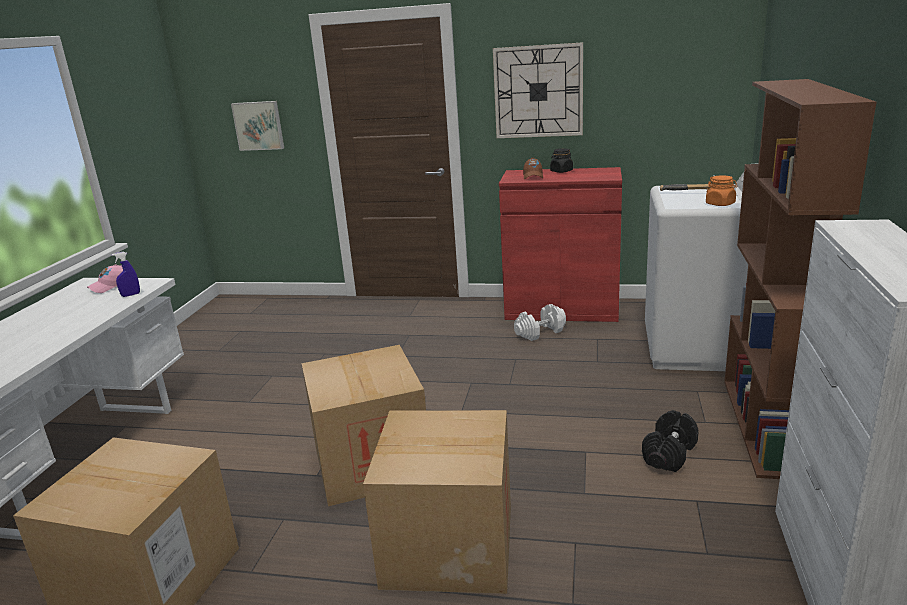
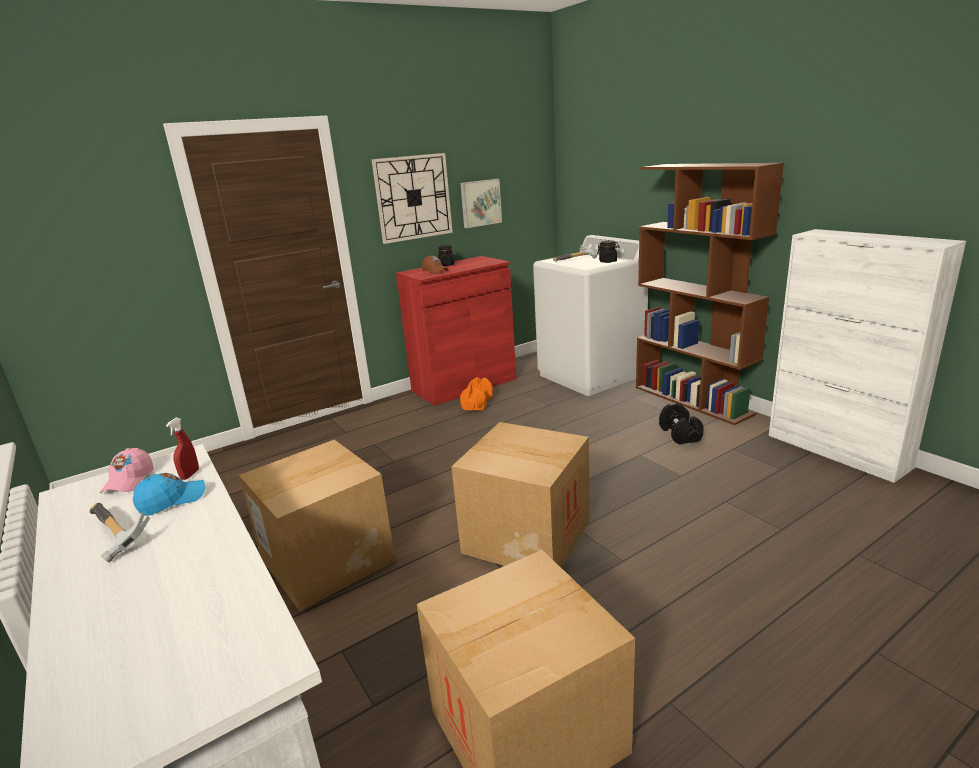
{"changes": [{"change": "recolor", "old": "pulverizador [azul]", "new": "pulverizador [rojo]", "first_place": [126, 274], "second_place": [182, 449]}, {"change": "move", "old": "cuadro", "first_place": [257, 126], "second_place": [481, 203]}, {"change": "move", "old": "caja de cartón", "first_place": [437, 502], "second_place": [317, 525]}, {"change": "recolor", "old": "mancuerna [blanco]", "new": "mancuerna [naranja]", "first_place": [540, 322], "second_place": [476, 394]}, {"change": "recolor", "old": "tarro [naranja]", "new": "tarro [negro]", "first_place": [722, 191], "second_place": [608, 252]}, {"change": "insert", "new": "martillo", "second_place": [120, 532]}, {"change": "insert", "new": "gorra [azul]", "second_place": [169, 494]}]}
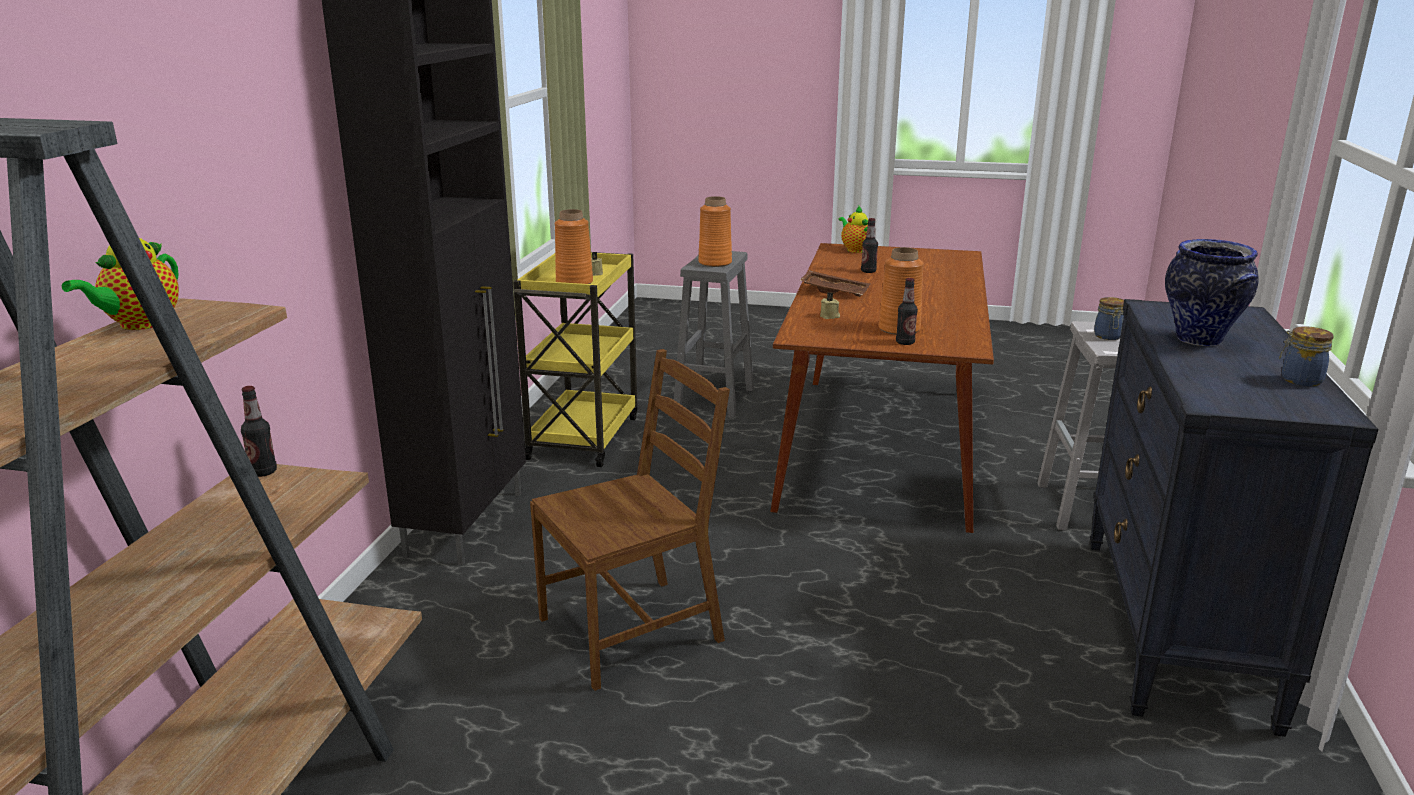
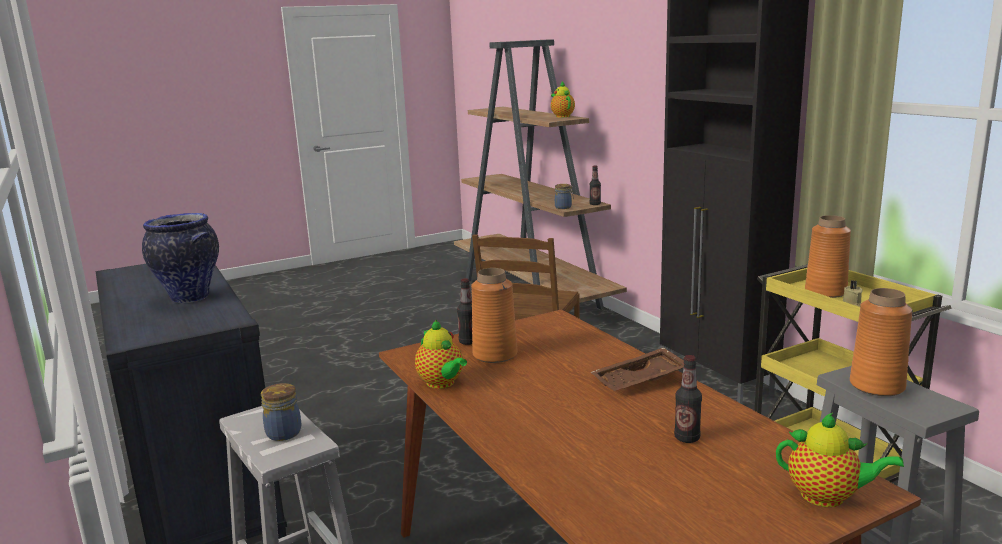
{"changes": [{"change": "delete", "old": "vela [beis]", "first_place": [830, 305]}, {"change": "move", "old": "tarro", "first_place": [1306, 356], "second_place": [564, 196]}, {"change": "insert", "new": "tetera", "second_place": [441, 354]}]}
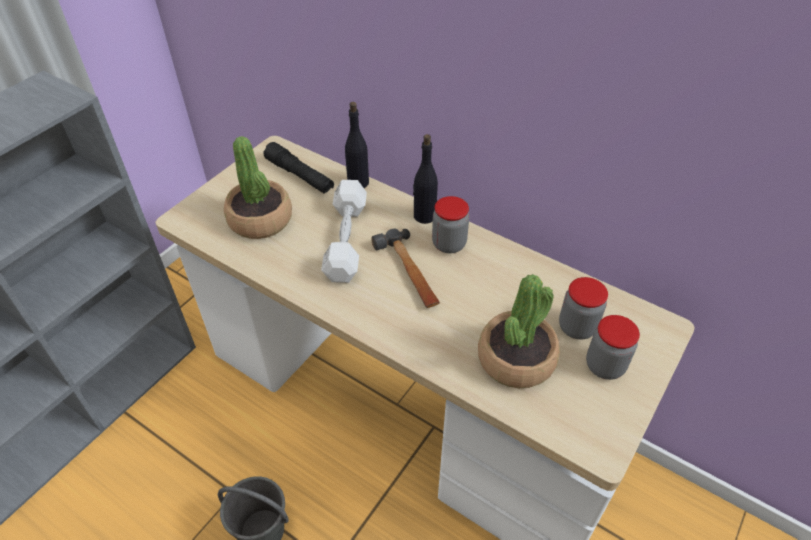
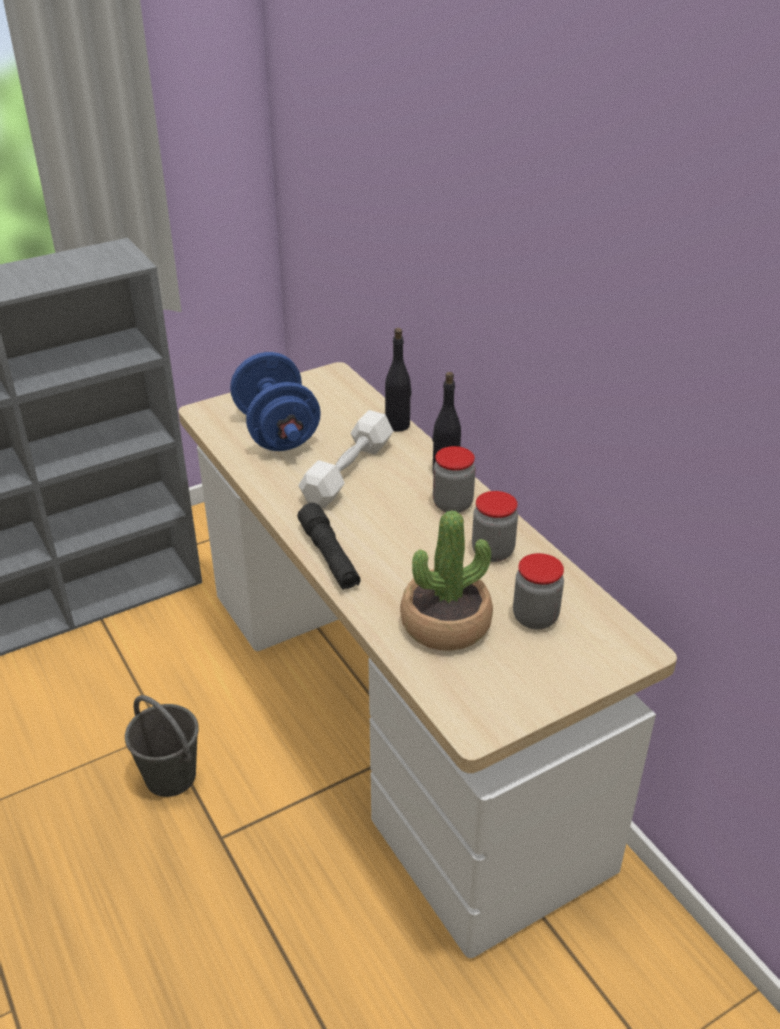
{"changes": [{"change": "replace", "old": "planta en maceta", "new": "mancuerna [azul]", "first_place": [258, 187], "second_place": [275, 401]}, {"change": "move", "old": "linterna [negro]", "first_place": [298, 168], "second_place": [329, 546]}, {"change": "delete", "old": "martillo", "first_place": [405, 268]}, {"change": "move", "old": "tarro", "first_place": [613, 347], "second_place": [495, 526]}]}
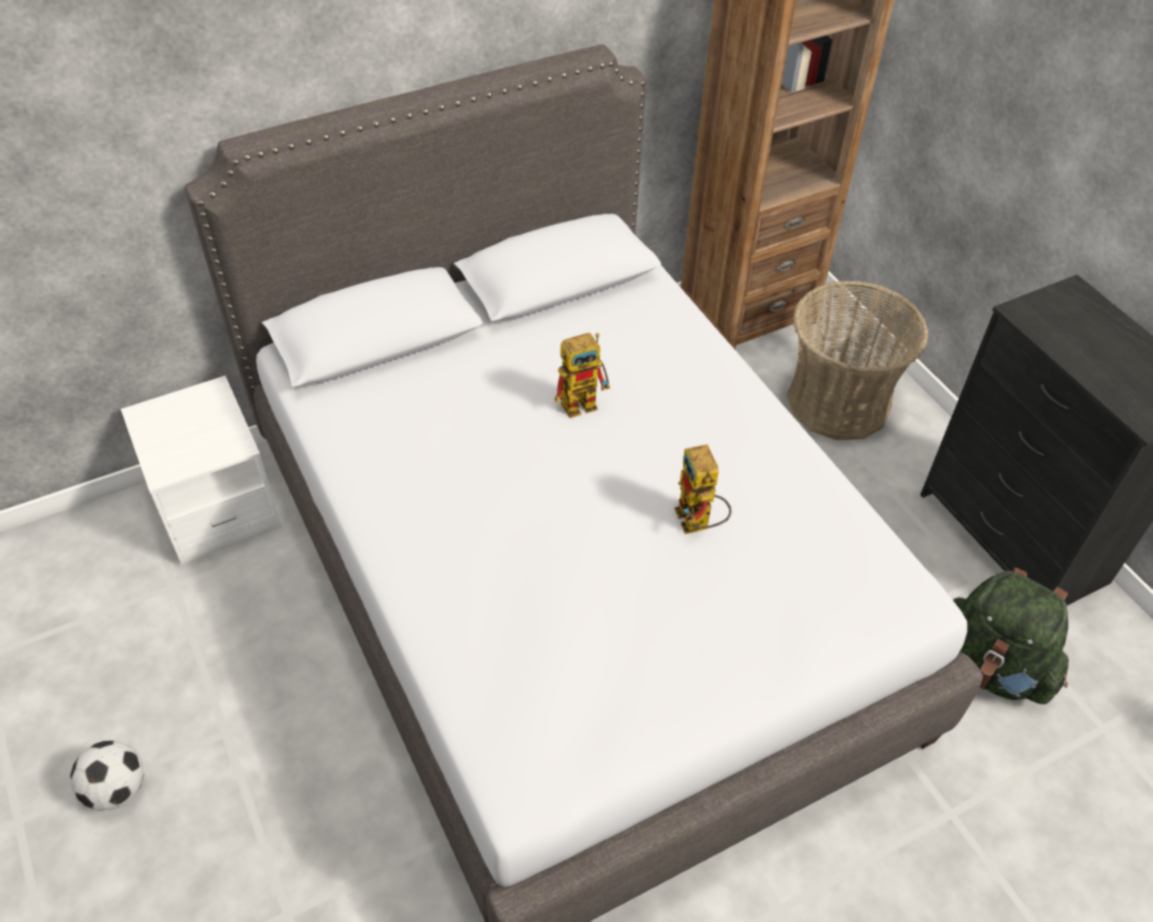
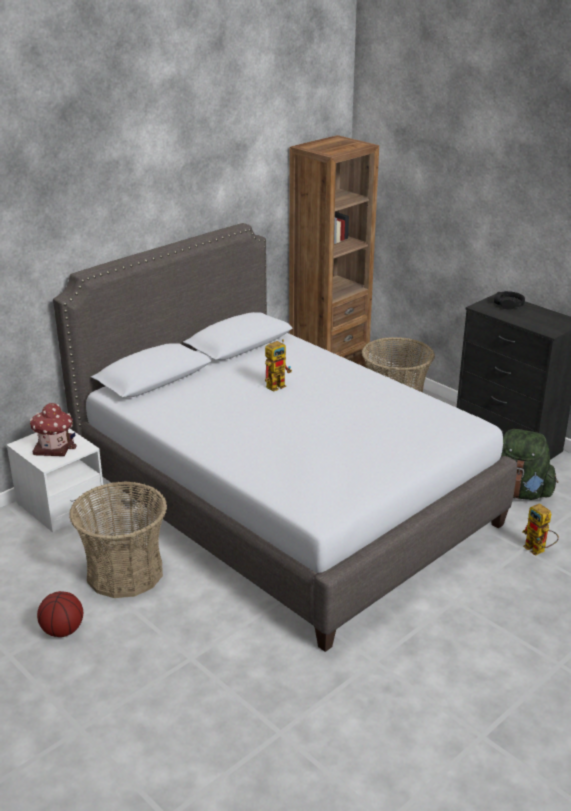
{"changes": [{"change": "replace", "old": "balón de fútbol", "new": "balón de baloncesto", "first_place": [107, 775], "second_place": [60, 614]}, {"change": "move", "old": "robot de juguete", "first_place": [702, 489], "second_place": [541, 529]}, {"change": "insert", "new": "casita", "second_place": [53, 429]}, {"change": "insert", "new": "cesta", "second_place": [118, 540]}, {"change": "insert", "new": "auriculares [negro]", "second_place": [509, 300]}]}
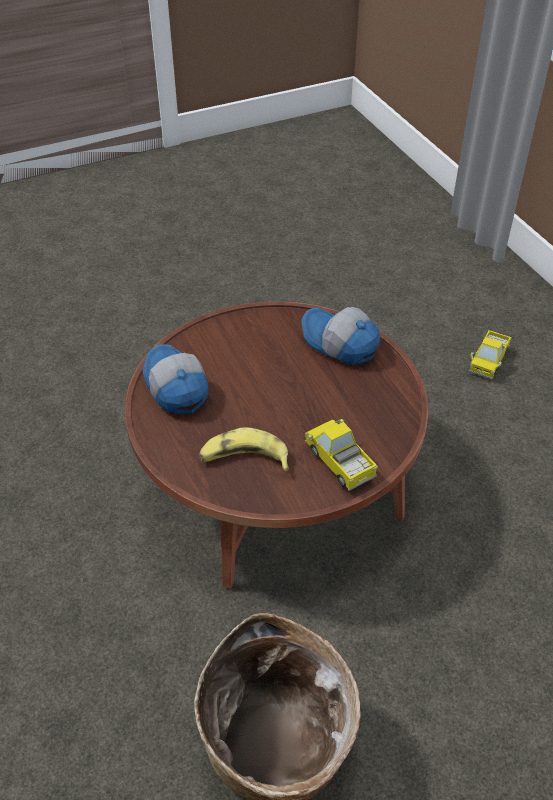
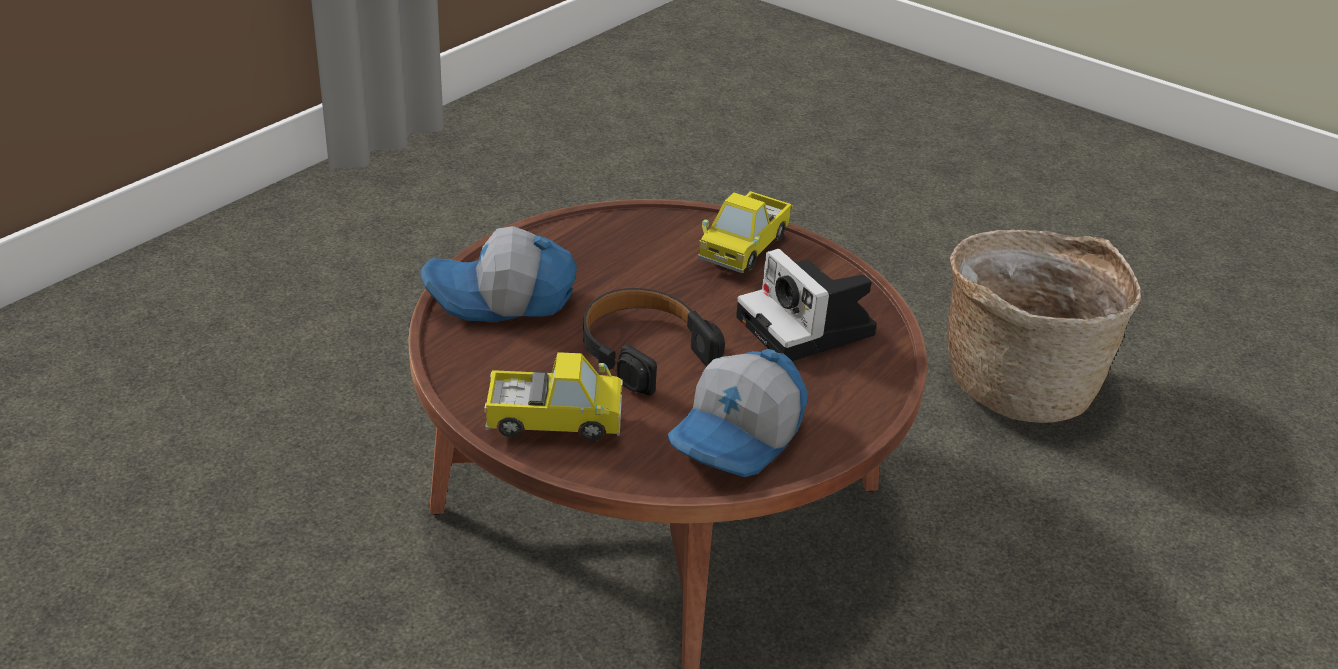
{"changes": [{"change": "replace", "old": "plátano", "new": "cámara", "first_place": [244, 449], "second_place": [806, 305]}, {"change": "rotate", "old": "gorra", "first_place": [340, 336], "second_place": [498, 274], "degrees": 75}, {"change": "move", "old": "camión de juguete", "first_place": [490, 355], "second_place": [553, 396]}, {"change": "insert", "new": "auriculares [negro]", "second_place": [654, 342]}]}
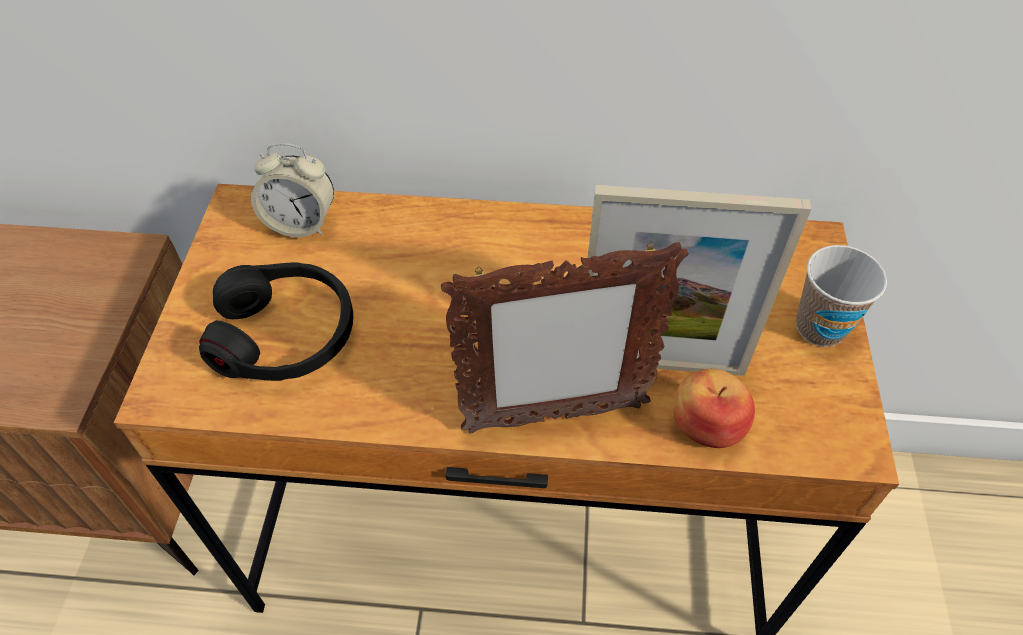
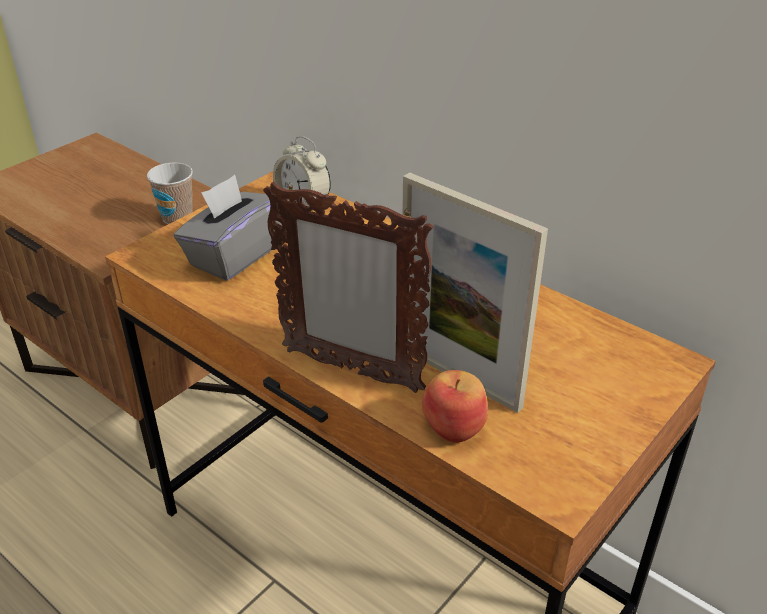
{"changes": [{"change": "replace", "old": "auriculares [negro]", "new": "caja de pañuelos [gris]", "first_place": [276, 321], "second_place": [228, 228]}, {"change": "move", "old": "taza", "first_place": [841, 296], "second_place": [170, 193]}]}
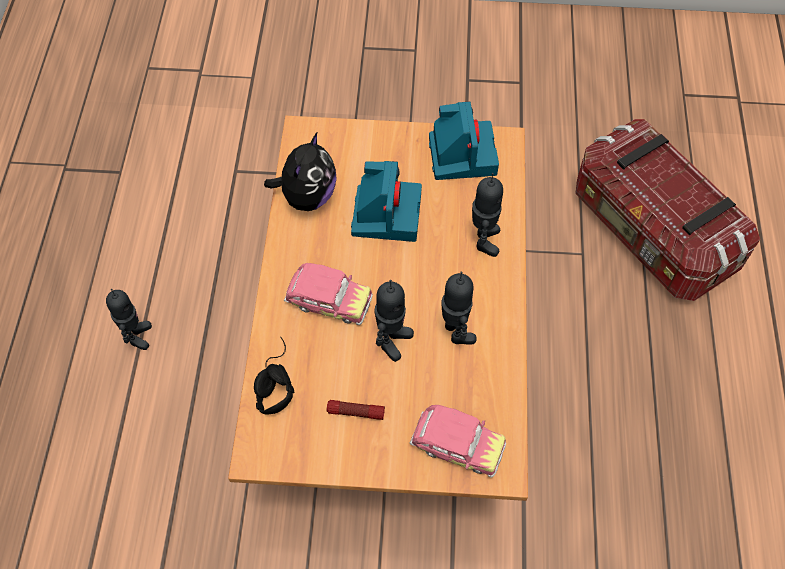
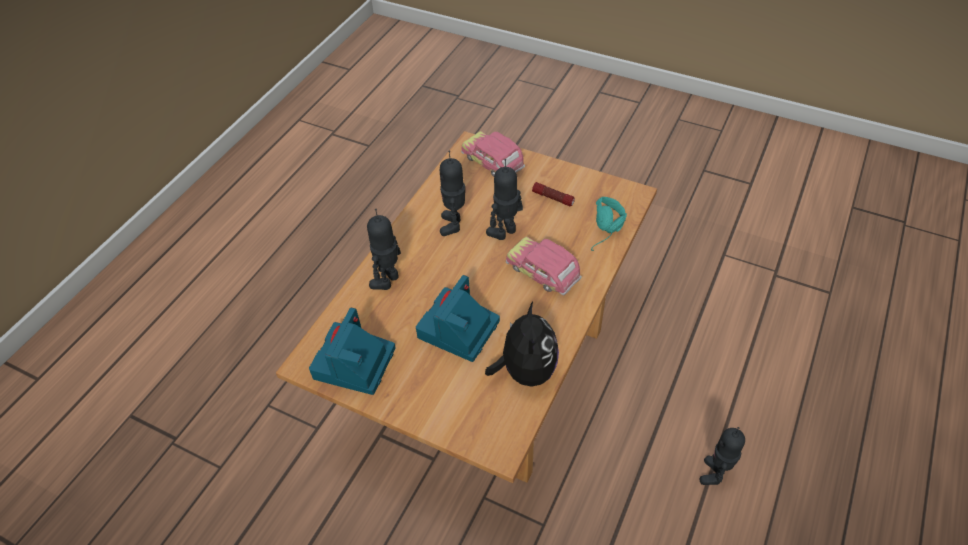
{"changes": [{"change": "recolor", "old": "auriculares [negro]", "new": "auriculares [turquesa]", "first_place": [274, 376], "second_place": [609, 224]}, {"change": "rotate", "old": "peluche", "first_place": [300, 171], "second_place": [522, 344], "degrees": 135}, {"change": "delete", "old": "caja de almacenaje", "first_place": [667, 210]}]}
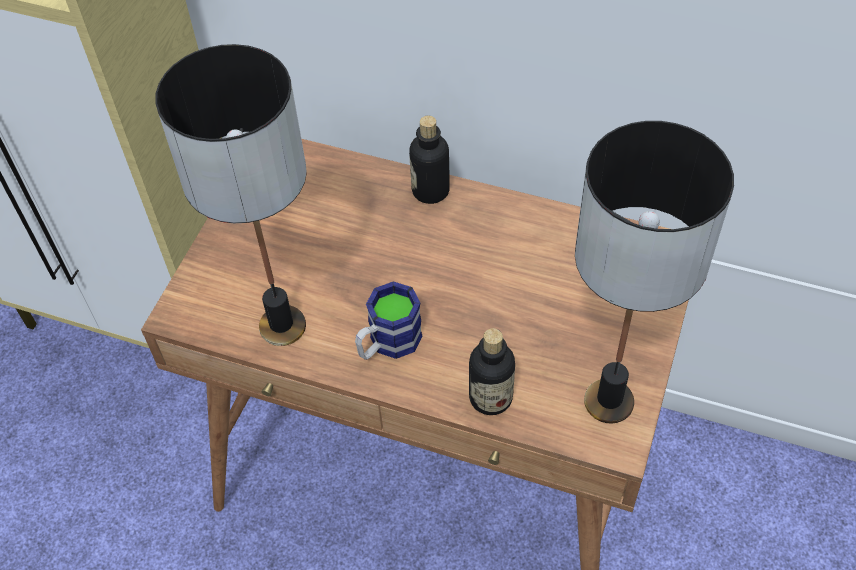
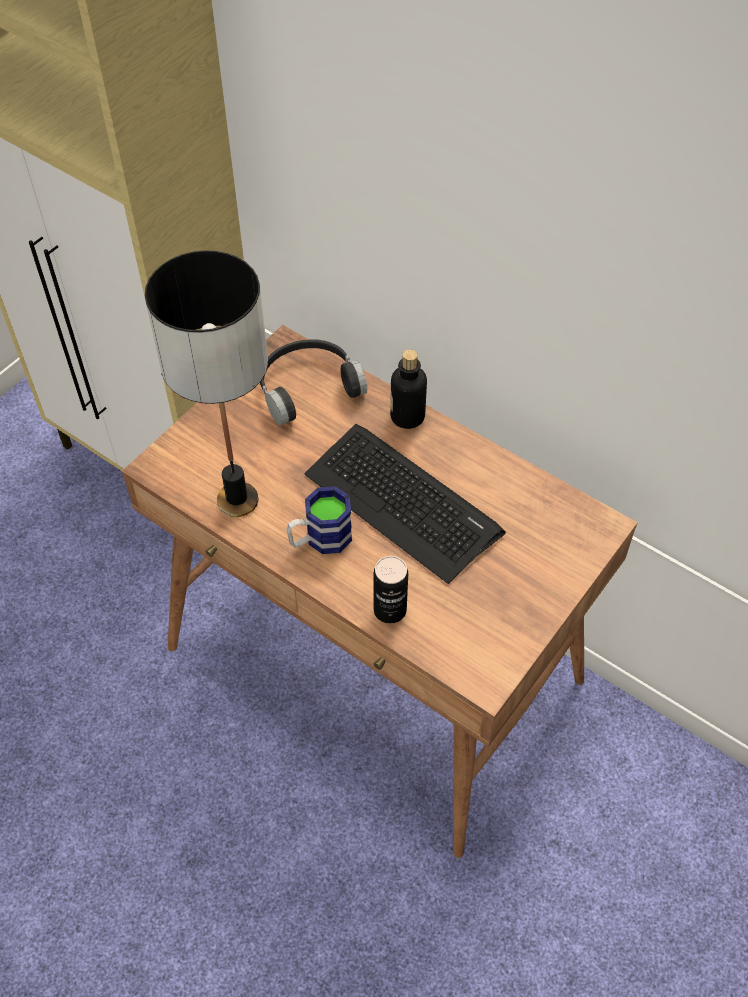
{"changes": [{"change": "replace", "old": "botella", "new": "lata", "first_place": [492, 371], "second_place": [391, 590]}, {"change": "delete", "old": "lámpara de mesa", "first_place": [654, 272]}, {"change": "insert", "new": "auriculares [negro]", "second_place": [313, 382]}, {"change": "insert", "new": "teclado", "second_place": [405, 504]}]}
